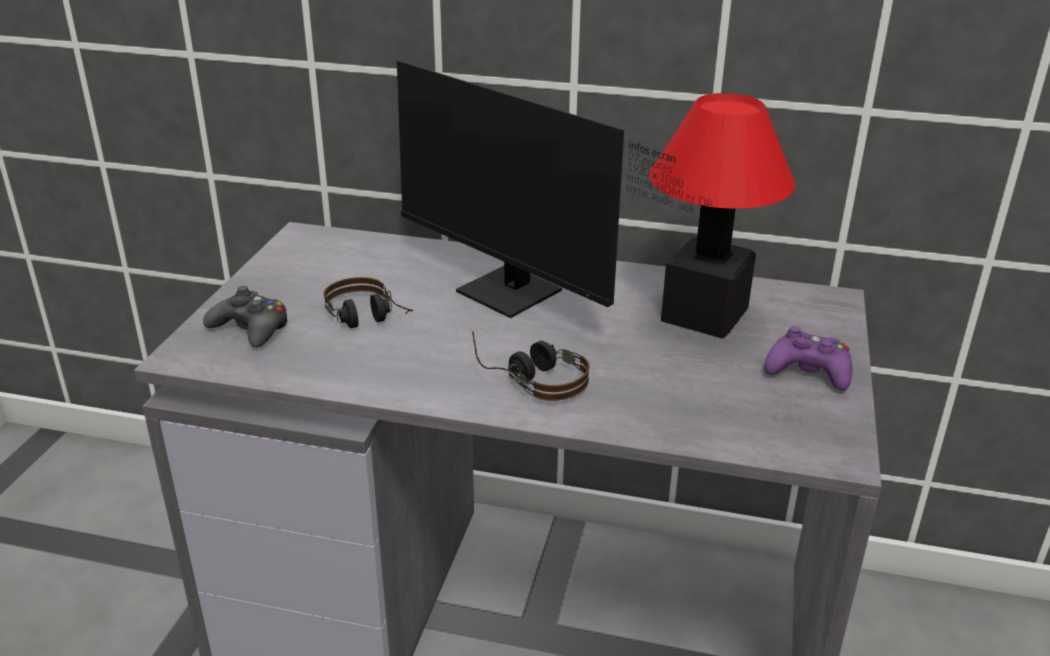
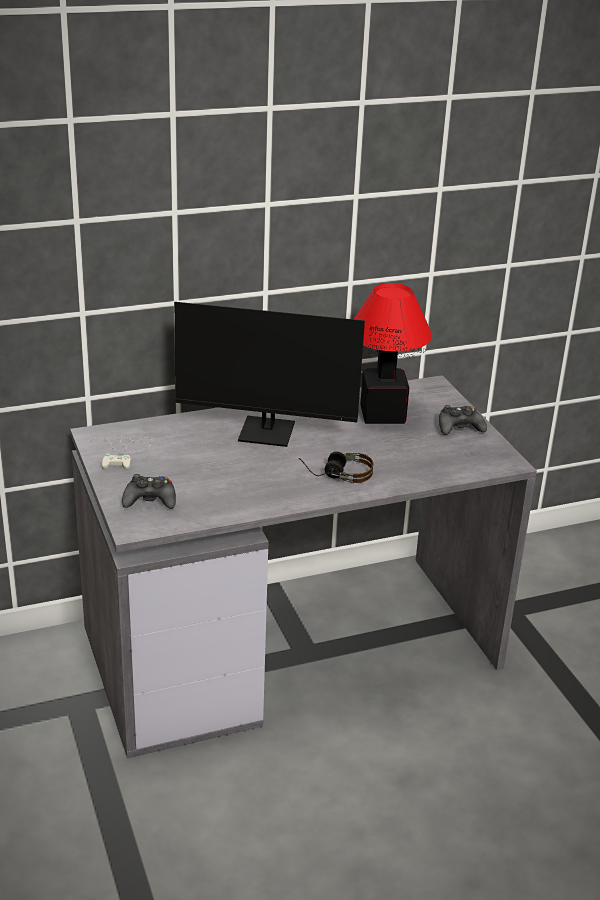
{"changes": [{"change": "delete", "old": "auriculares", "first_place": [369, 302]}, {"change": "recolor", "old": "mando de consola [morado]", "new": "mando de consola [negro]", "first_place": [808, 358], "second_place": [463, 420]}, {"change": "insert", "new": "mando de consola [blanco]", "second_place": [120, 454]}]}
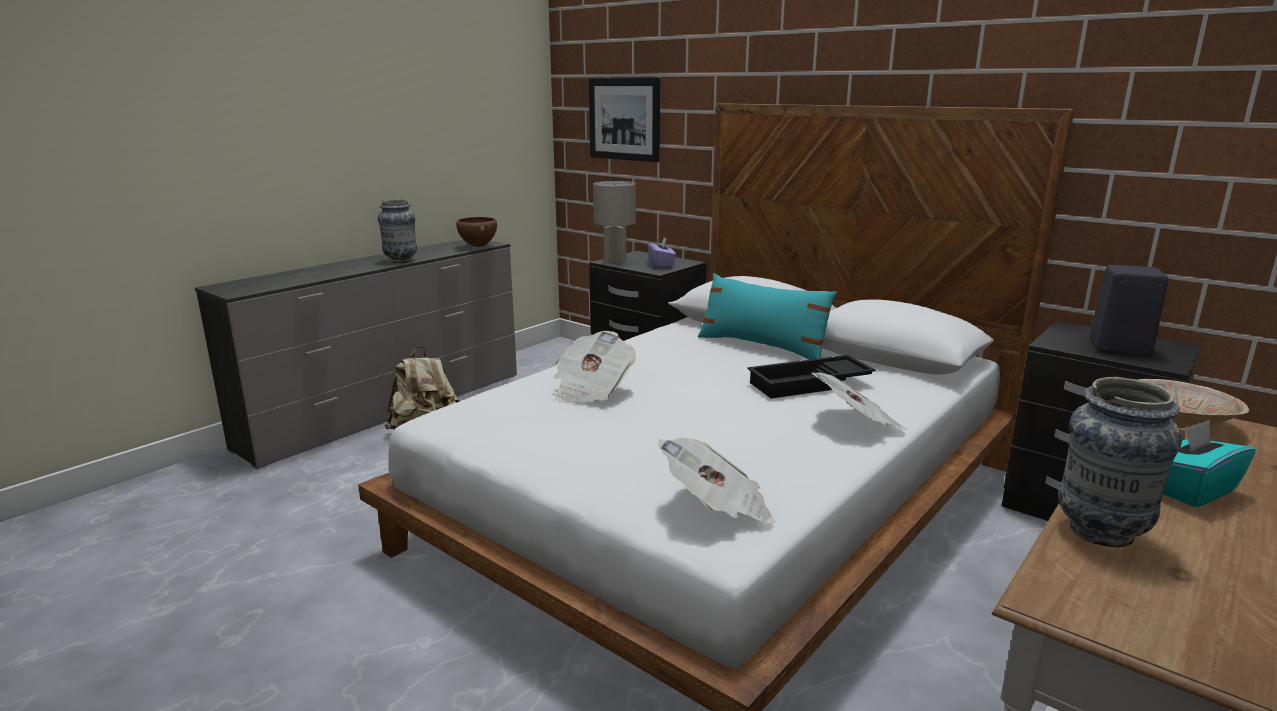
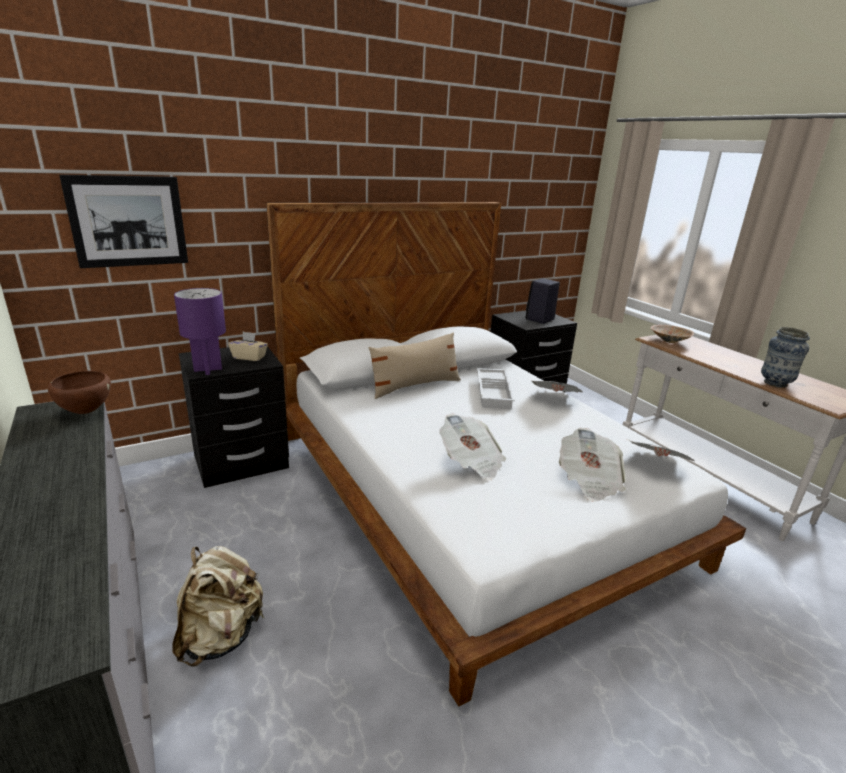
{"changes": [{"change": "delete", "old": "florero", "first_place": [397, 231]}, {"change": "recolor", "old": "lámpara de mesa [gris]", "new": "lámpara de mesa [morado]", "first_place": [614, 222], "second_place": [200, 331]}, {"change": "recolor", "old": "caja de pañuelos [morado]", "new": "caja de pañuelos [beis]", "first_place": [661, 252], "second_place": [248, 346]}, {"change": "recolor", "old": "cojín [turquesa]", "new": "cojín [beis]", "first_place": [767, 316], "second_place": [414, 365]}, {"change": "recolor", "old": "bandeja [negro]", "new": "bandeja [blanco]", "first_place": [811, 377], "second_place": [496, 388]}, {"change": "delete", "old": "caja de pañuelos [turquesa]", "first_place": [1209, 463]}, {"change": "insert", "new": "periódico", "second_place": [592, 465]}]}
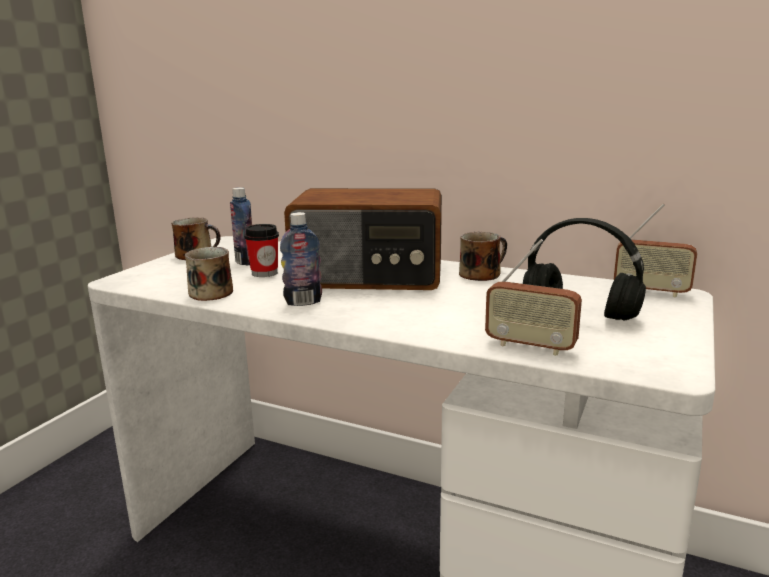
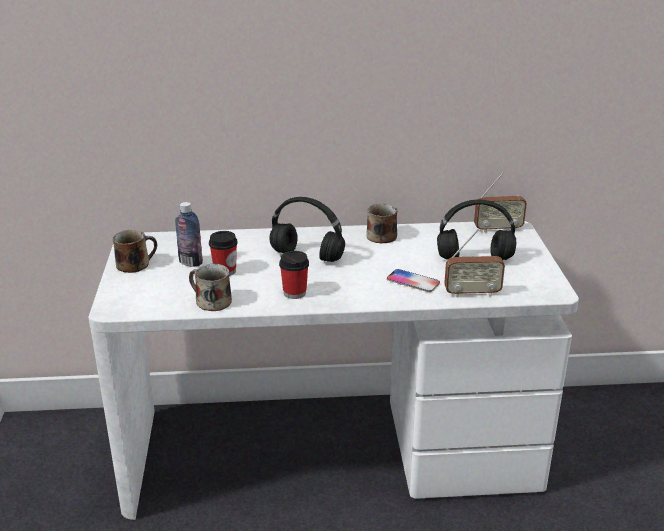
{"changes": [{"change": "replace", "old": "botella", "new": "taza", "first_place": [301, 259], "second_place": [294, 275]}, {"change": "replace", "old": "radio", "new": "auriculares [negro]", "first_place": [363, 239], "second_place": [307, 229]}, {"change": "insert", "new": "móvil", "second_place": [413, 280]}]}
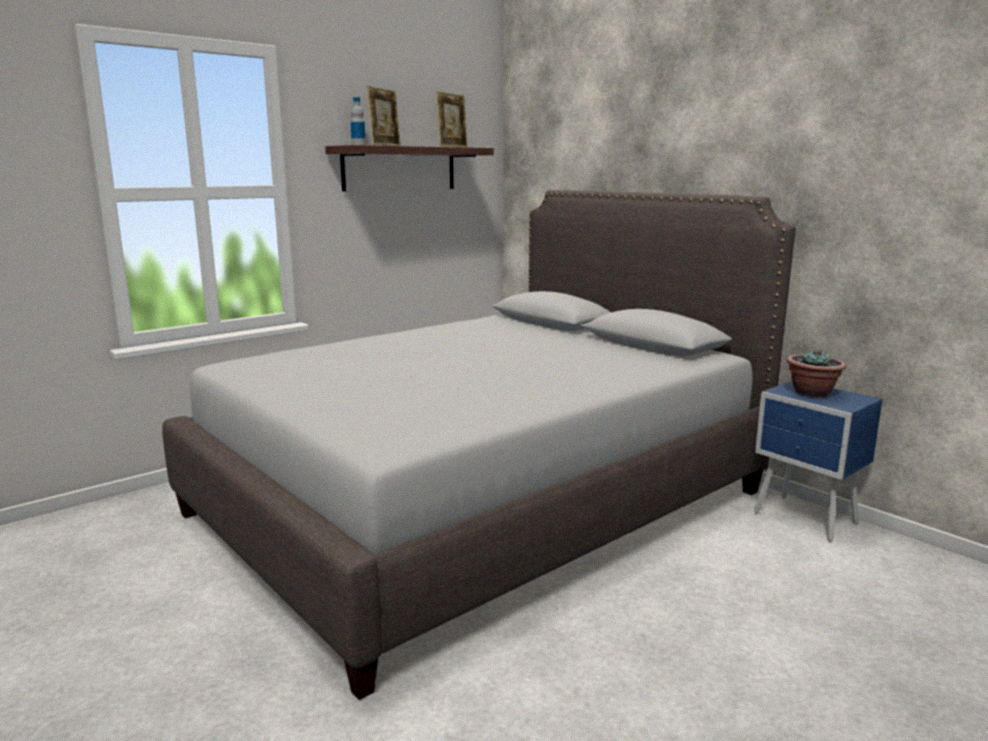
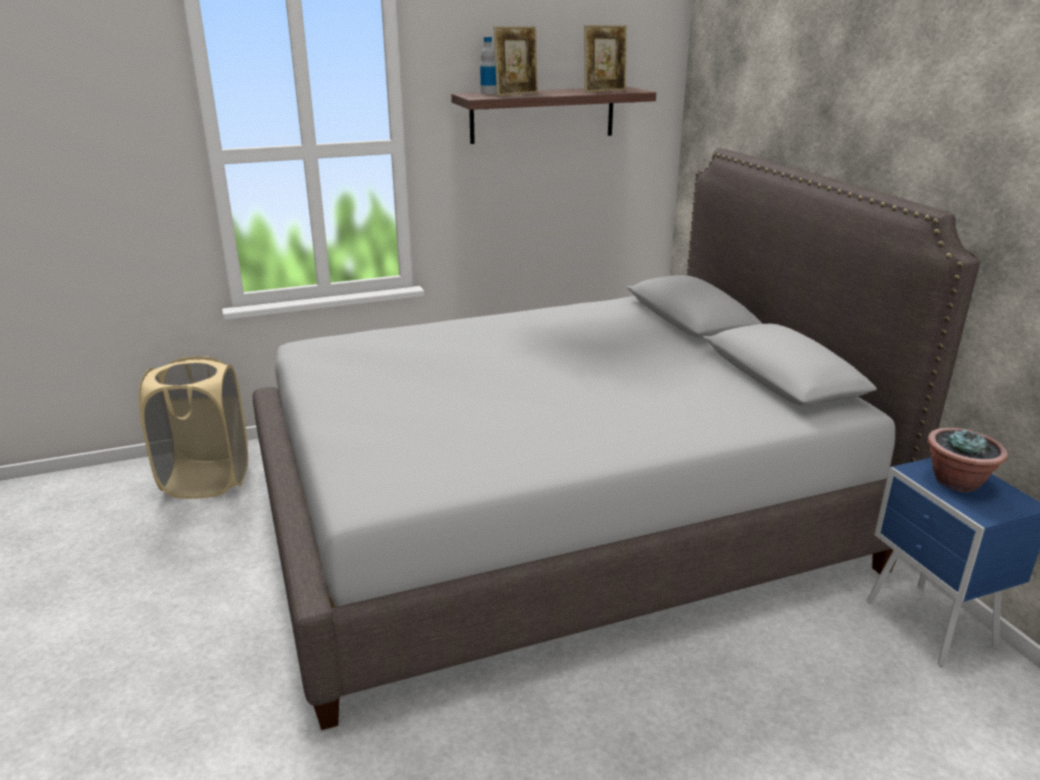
{"changes": [{"change": "insert", "new": "cesto de la ropa [beis]", "second_place": [193, 427]}]}
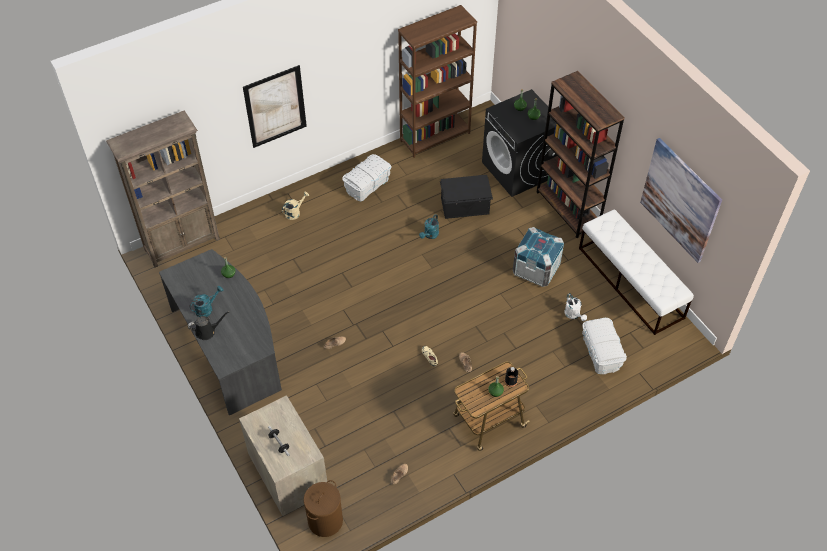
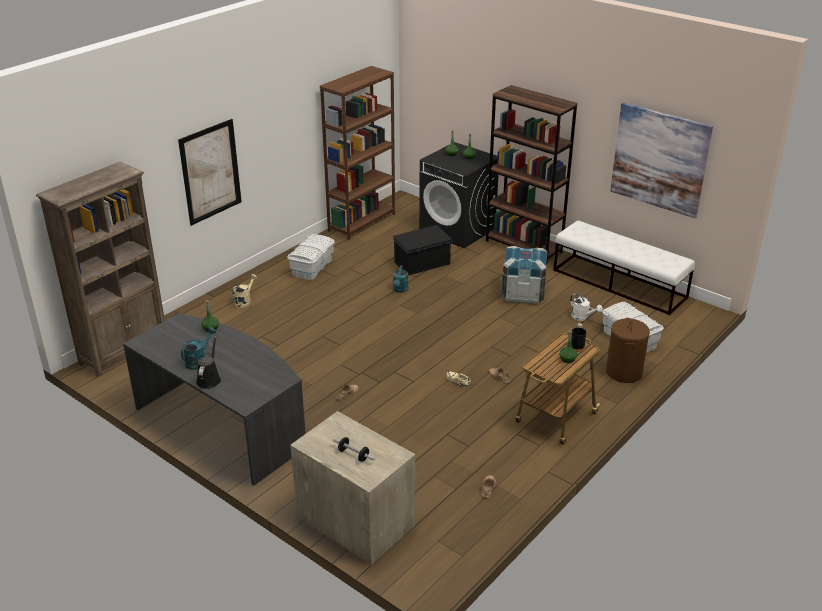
{"changes": [{"change": "rotate", "old": "regadera [negro]", "first_place": [208, 325], "second_place": [208, 362], "degrees": -45}, {"change": "move", "old": "cesto de la ropa [marrón]", "first_place": [323, 508], "second_place": [628, 350]}]}
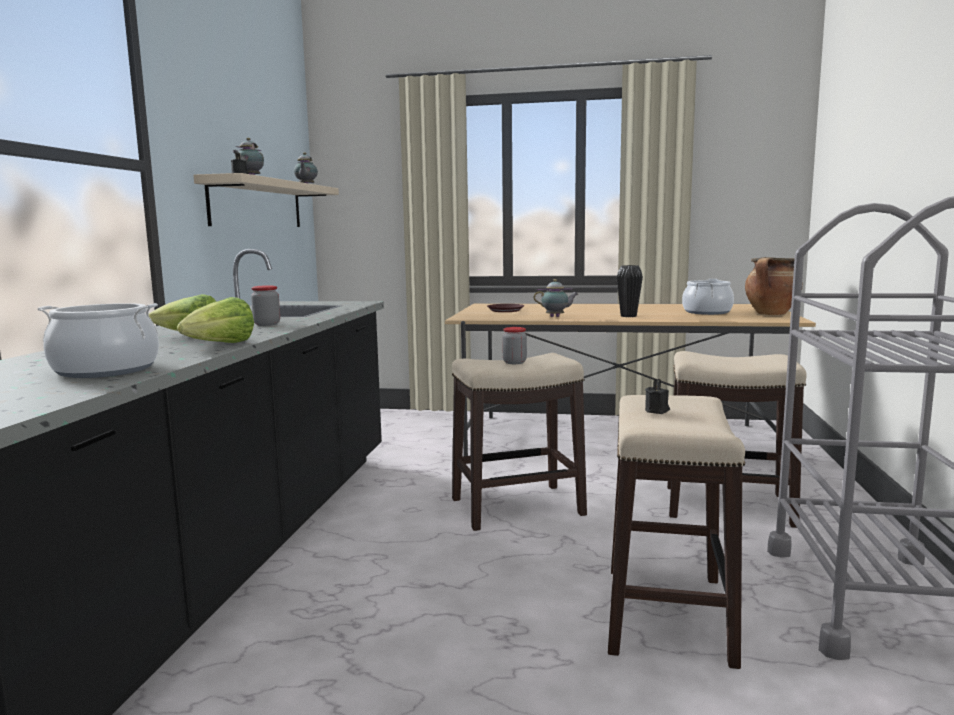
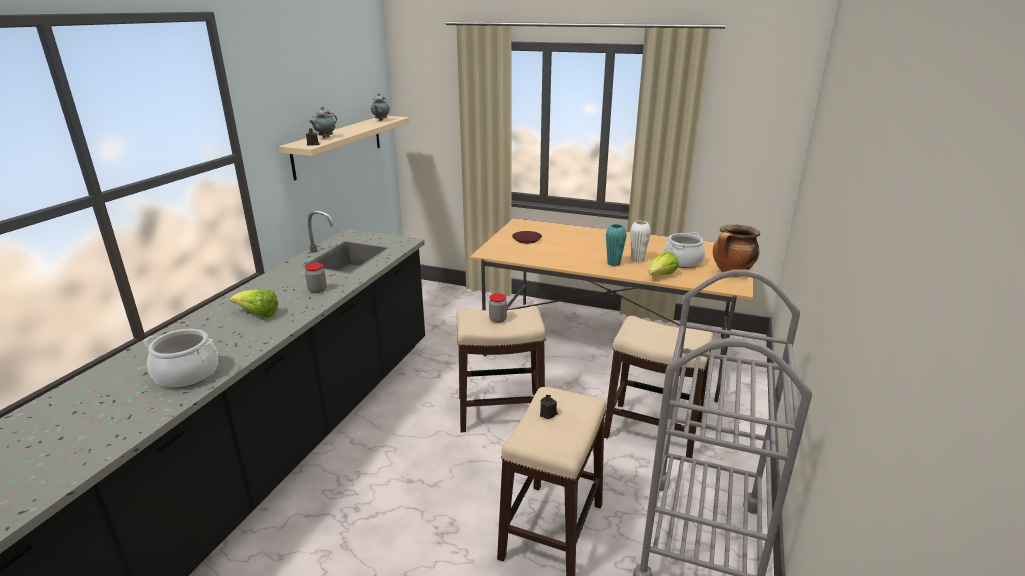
{"changes": [{"change": "move", "old": "lechuga", "first_place": [215, 320], "second_place": [664, 264]}, {"change": "delete", "old": "tetera", "first_place": [555, 298]}, {"change": "recolor", "old": "florero [negro]", "new": "florero [turquesa]", "first_place": [630, 291], "second_place": [616, 245]}, {"change": "insert", "new": "florero [blanco]", "second_place": [640, 241]}]}
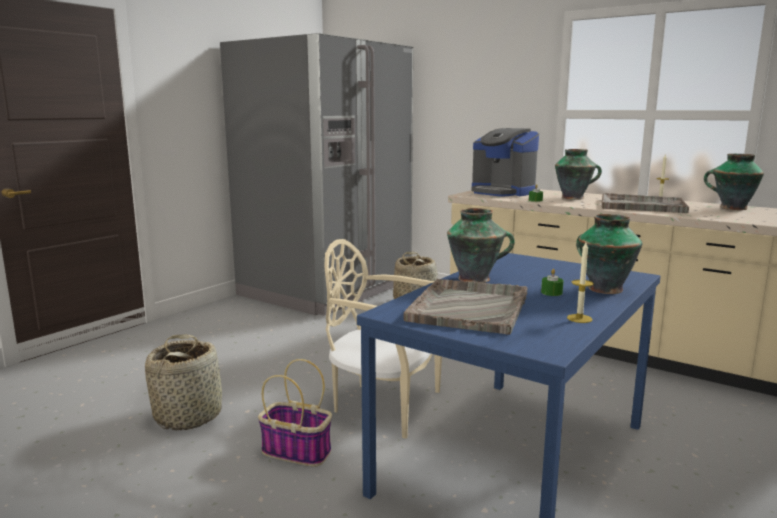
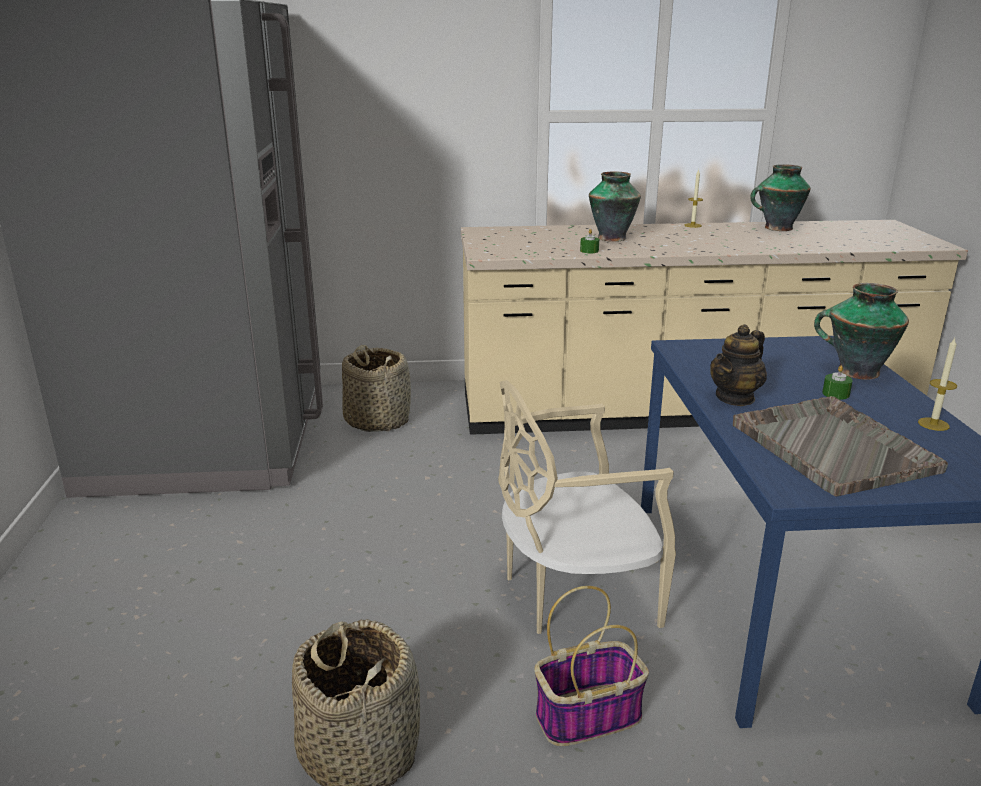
{"changes": [{"change": "replace", "old": "florero", "new": "tetera", "first_place": [481, 245], "second_place": [738, 365]}, {"change": "delete", "old": "cafetera", "first_place": [505, 162]}, {"change": "delete", "old": "bandeja [gris]", "first_place": [645, 203]}]}
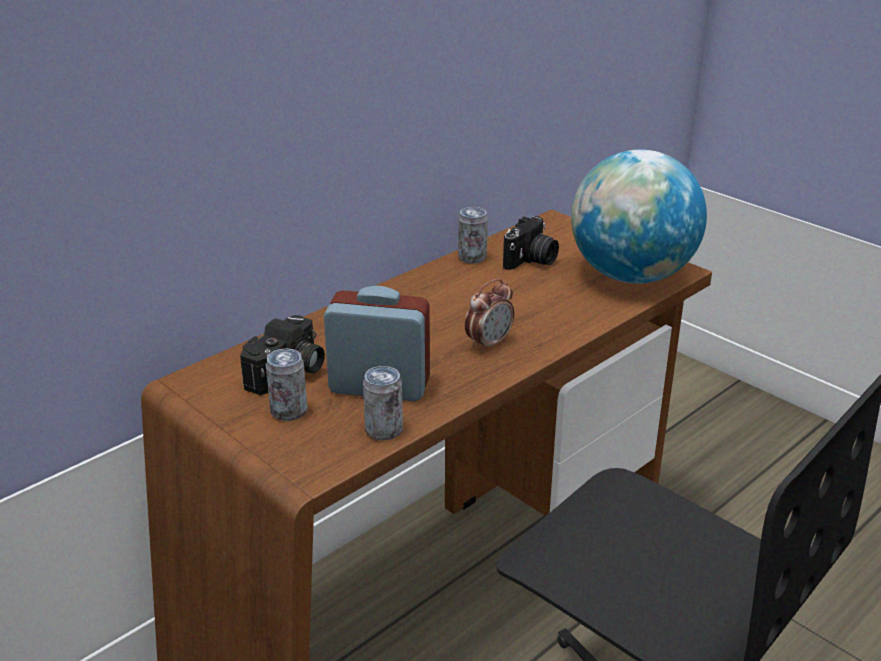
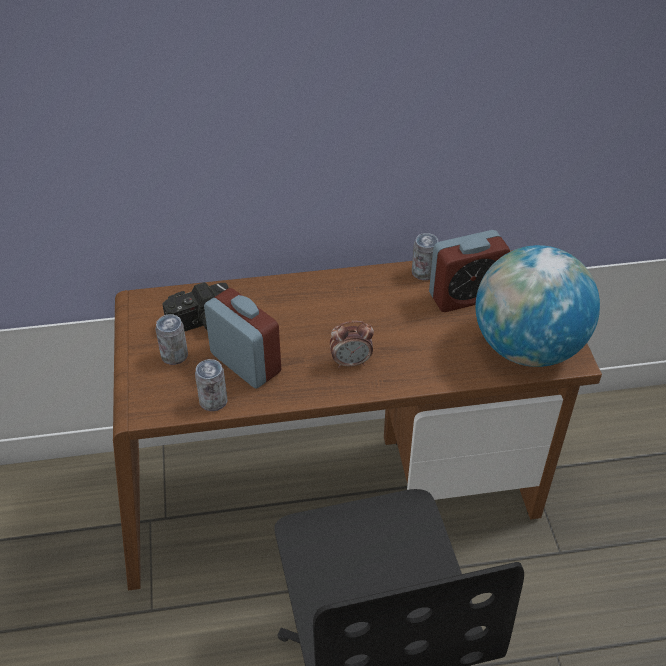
{"changes": [{"change": "replace", "old": "cámara", "new": "despertador", "first_place": [531, 243], "second_place": [469, 271]}]}
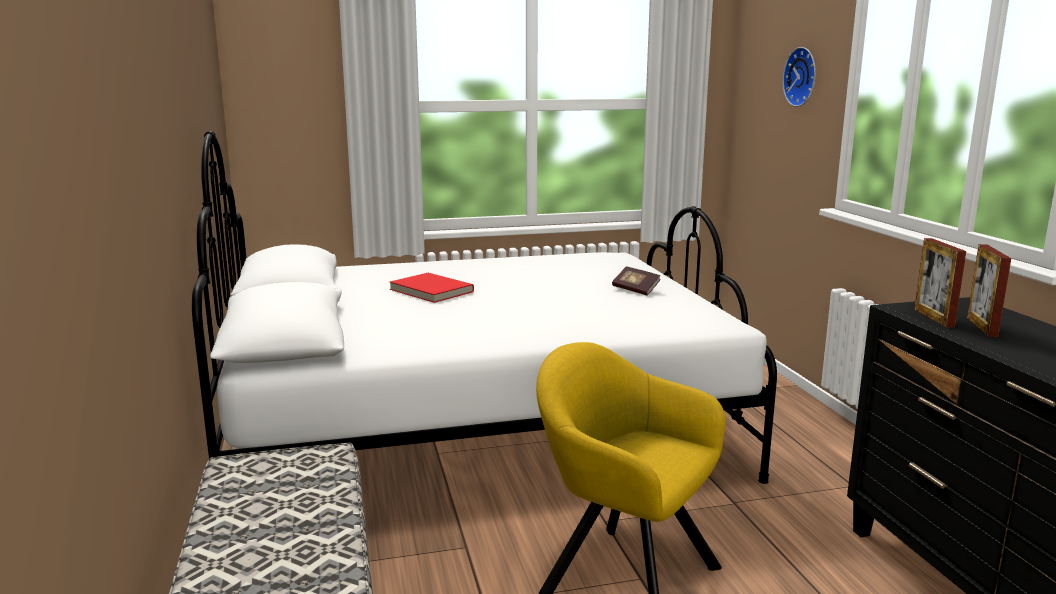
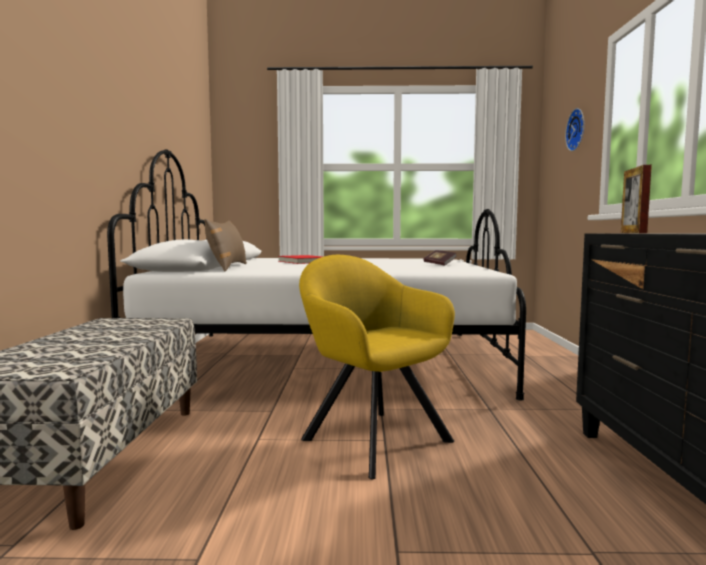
{"changes": [{"change": "delete", "old": "portarretratos", "first_place": [989, 290]}, {"change": "insert", "new": "cojín [marrón]", "second_place": [225, 245]}]}
